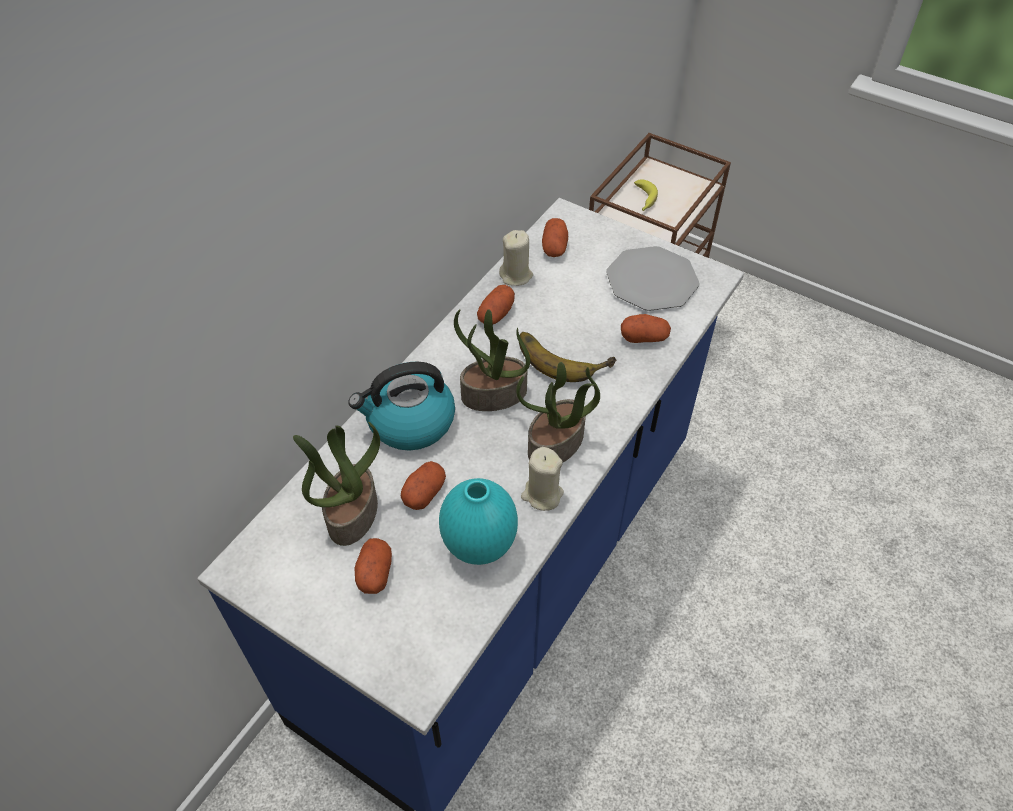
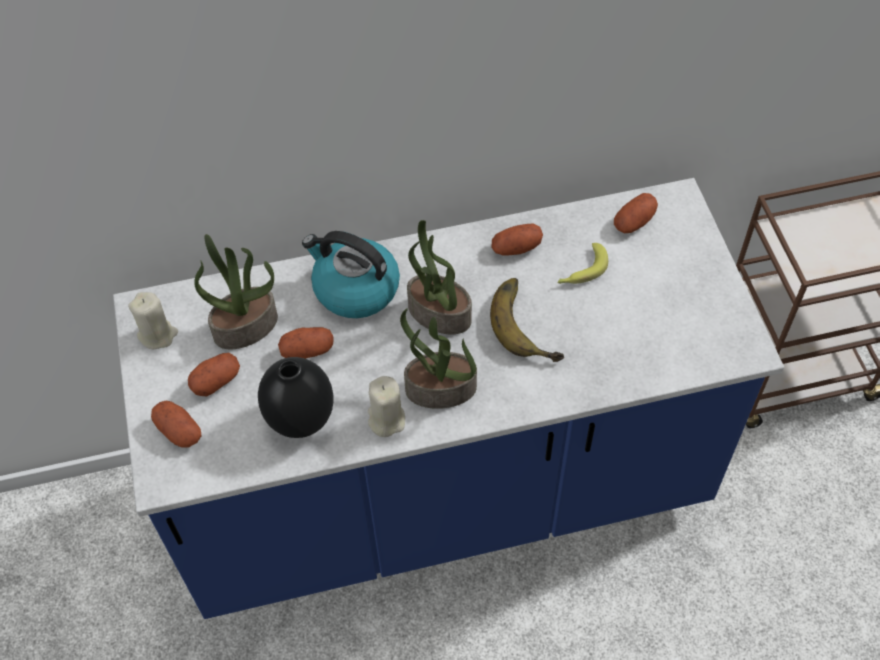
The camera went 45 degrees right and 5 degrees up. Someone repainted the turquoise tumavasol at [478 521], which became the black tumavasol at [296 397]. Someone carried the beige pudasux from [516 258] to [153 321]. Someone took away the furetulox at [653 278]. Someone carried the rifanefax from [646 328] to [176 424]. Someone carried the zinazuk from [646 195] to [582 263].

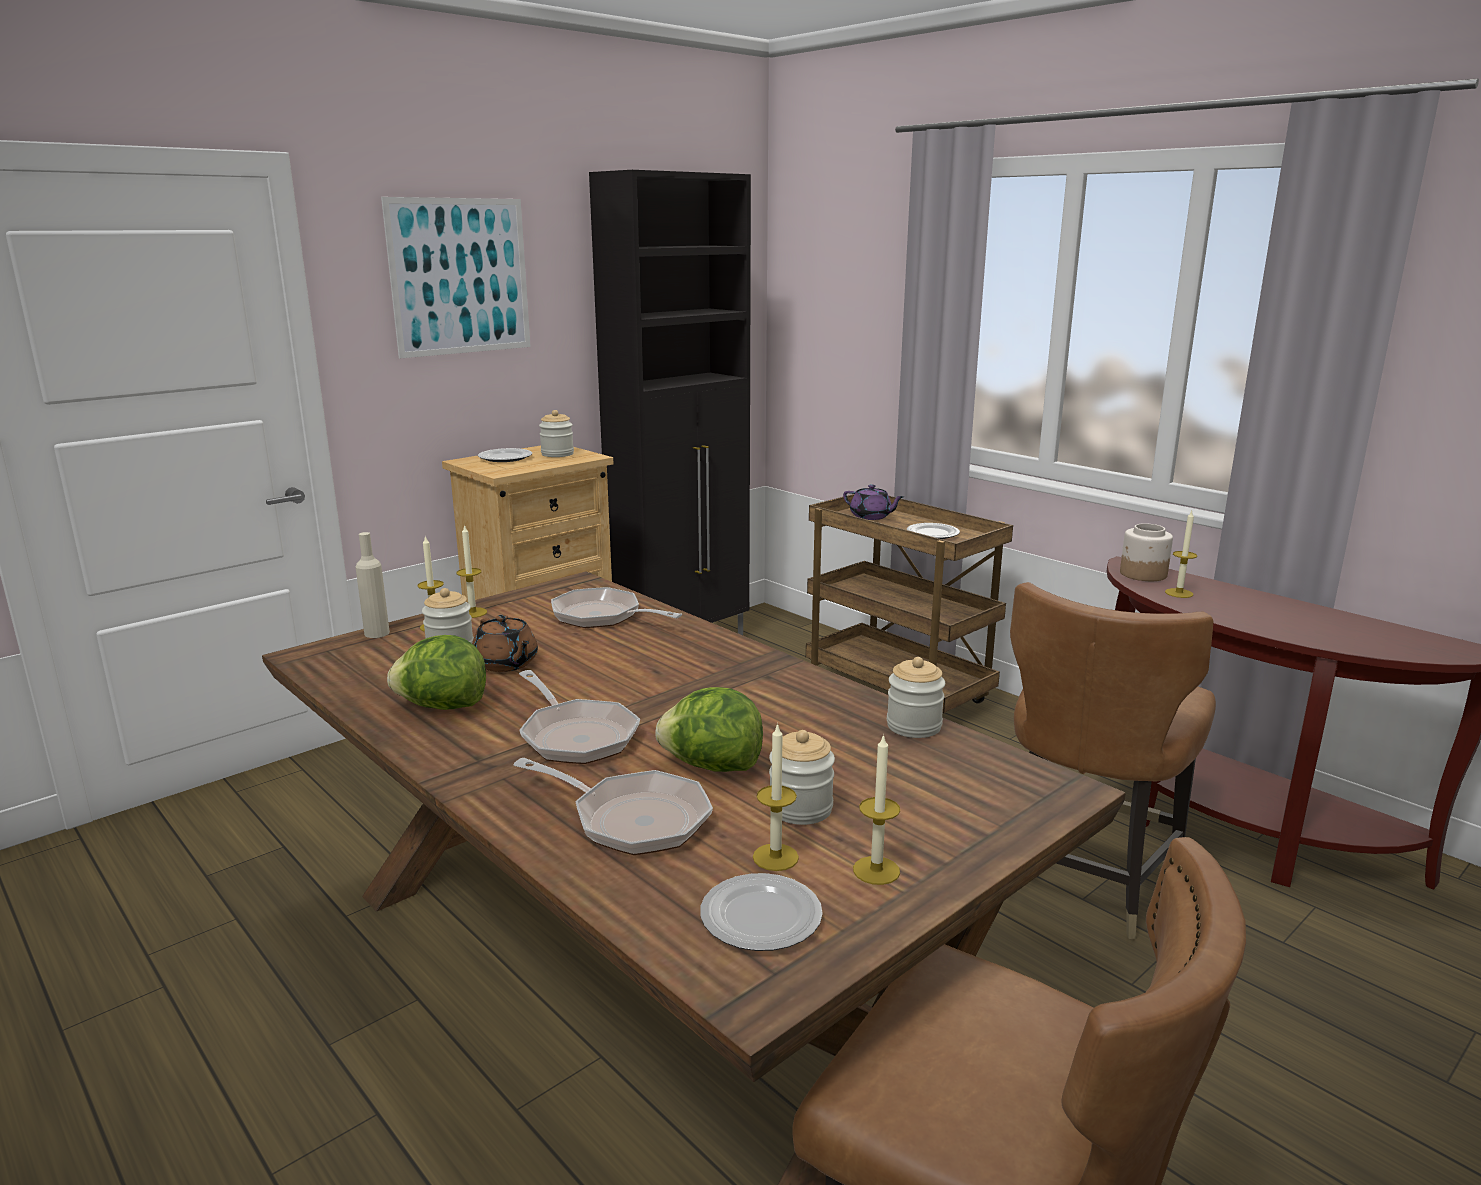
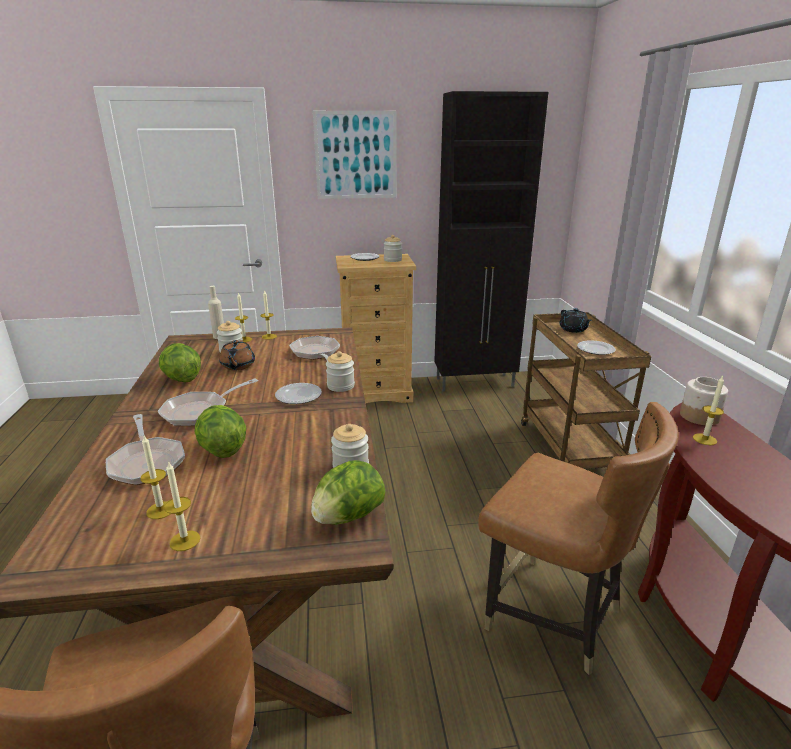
The camera went 35 degrees right and 5 degrees up. Someone rotated the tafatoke at [579 717] by 45 degrees clockwise. Someone carried the furetulox from [761 912] to [298 393]. Someone carried the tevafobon from [802 777] to [340 371]. Someone repainted the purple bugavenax at [873 502], which became the black bugavenax at [575 320]. Someone rotated the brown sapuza at [1111 761] by 120 degrees counterclockwise. Someone put down the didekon at [348 492].

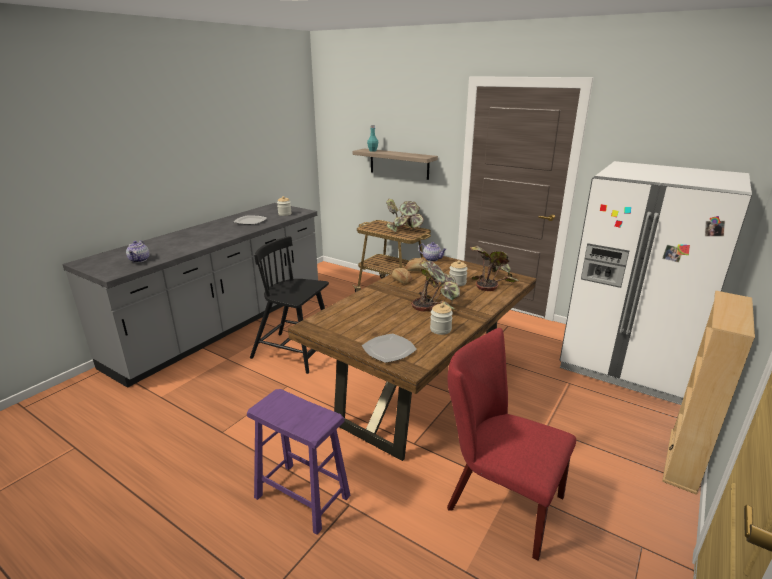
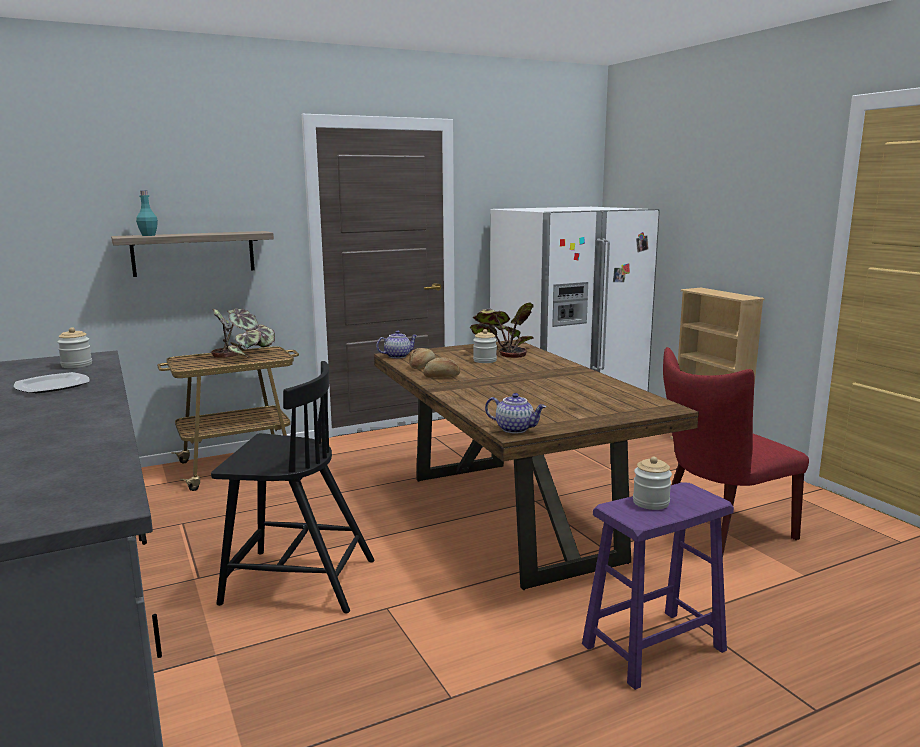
The camera went 60 degrees left and 10 degrees down. Someone carried the bugavenax from [137 251] to [515 413]. Someone rotated the black sapuza at [289 305] by 135 degrees counterclockwise. Someone took away the furetulox at [389 348]. Someone took away the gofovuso at [435 286]. Someone carried the tevafobon from [441 319] to [652 483].

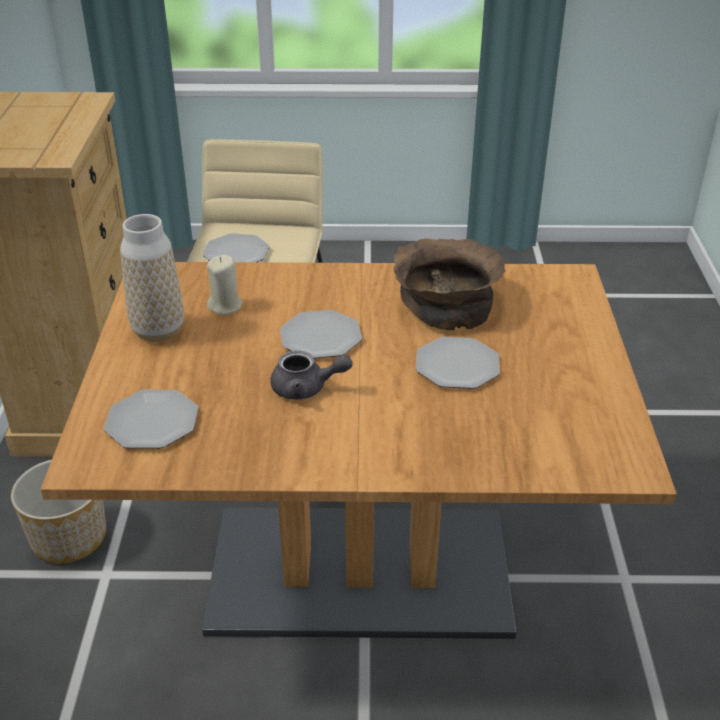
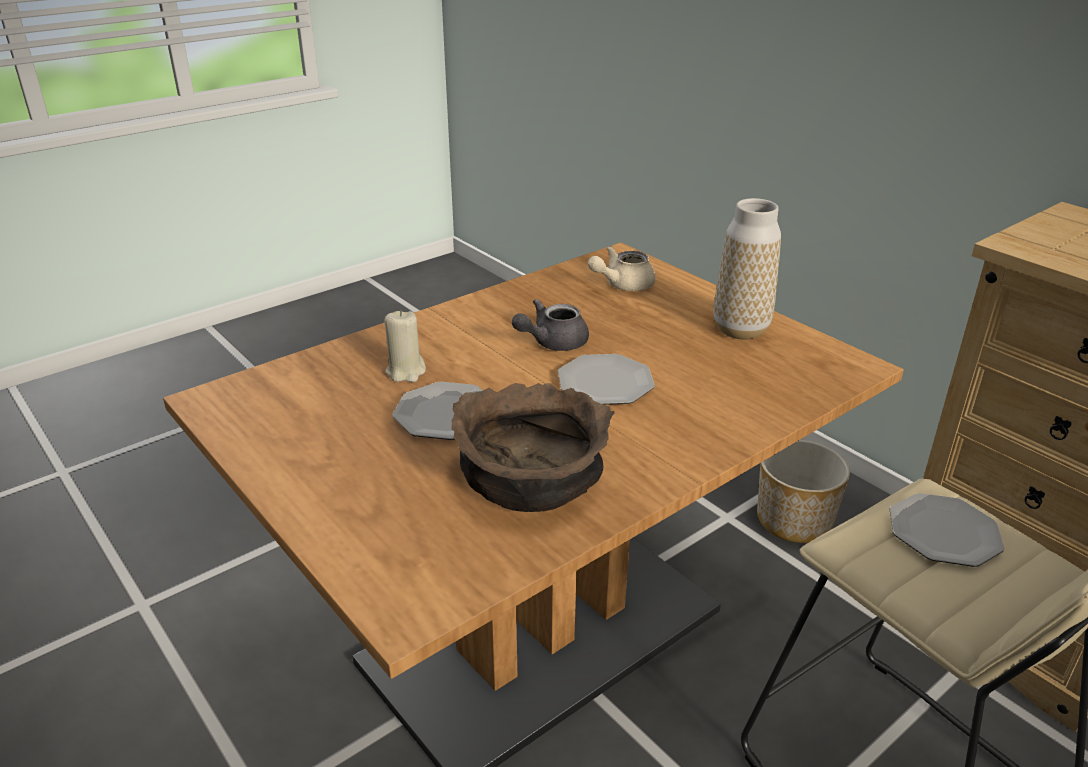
The camera went 140 degrees right and 5 degrees down. Someone swapped the furetulox at [151 419] for the beige bugavenax at [622 268]. Someone carried the beige pudasux from [225 285] to [405 346].

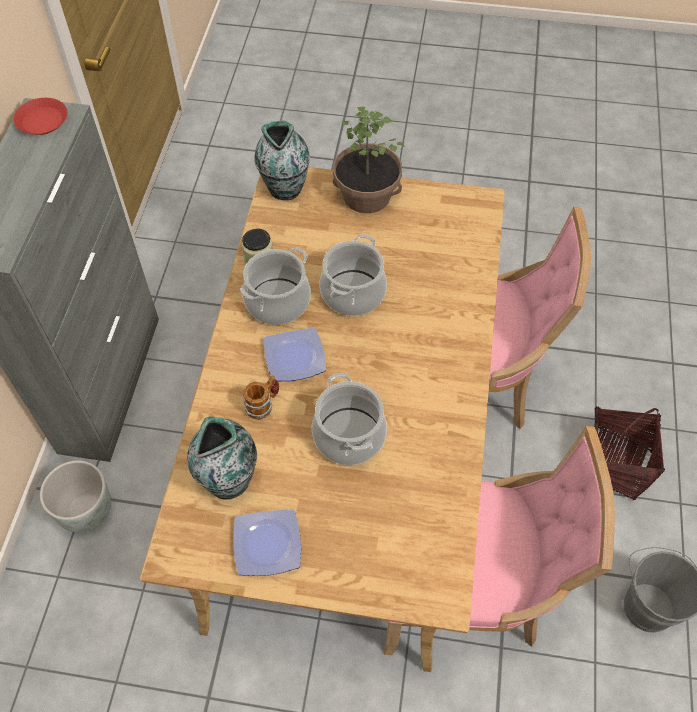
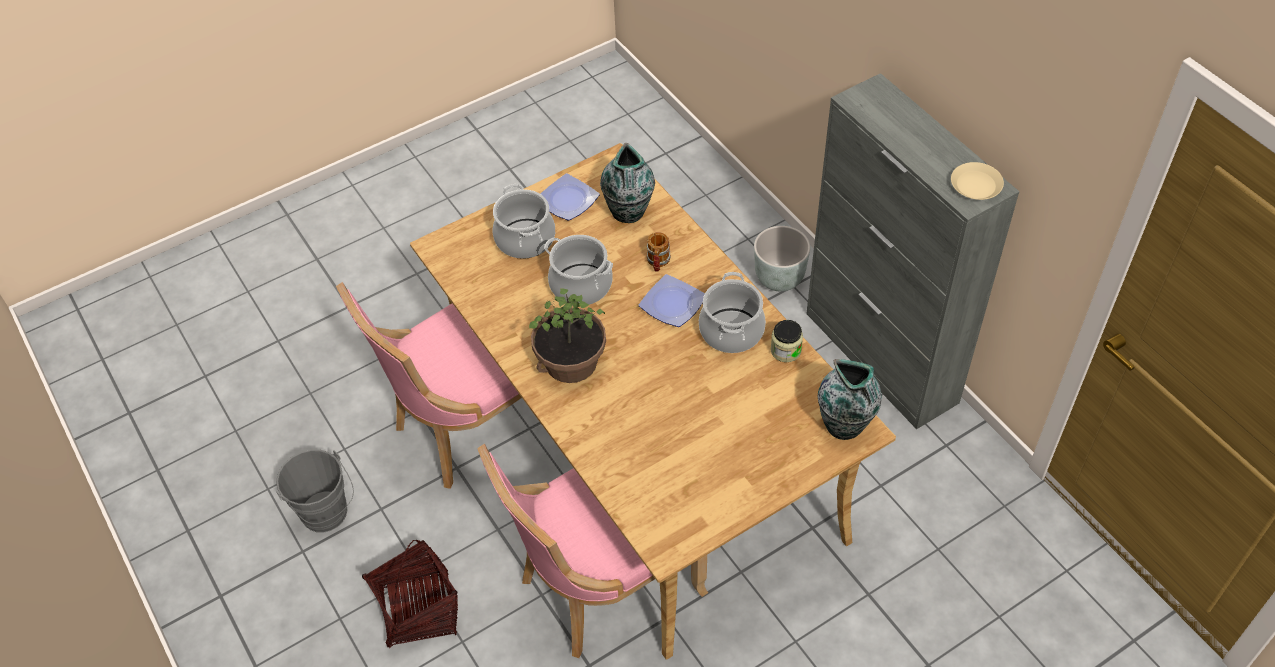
The camera went 140 degrees right and 5 degrees down. Someone repainted the red furetulox at [40 116], which became the beige furetulox at [977 181]. Someone carried the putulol from [353 275] to [524 221]. Someone carried the gofovuso from [369 160] to [567 336].

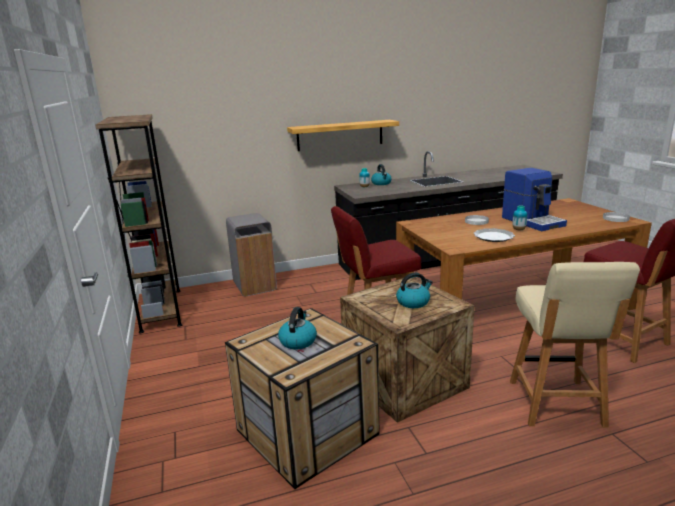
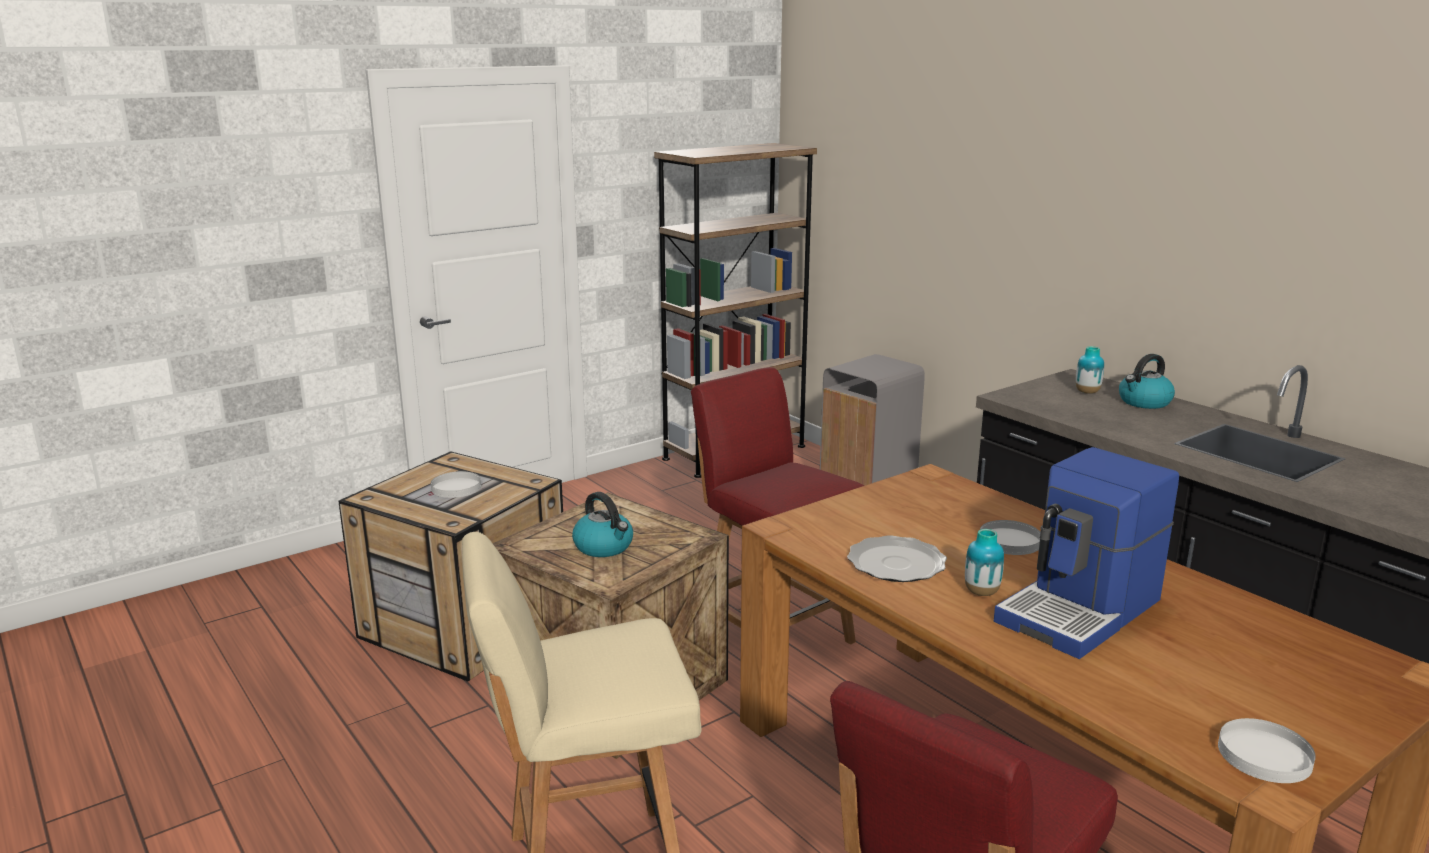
The camera went 70 degrees right and 0 degrees up. Someone swapped the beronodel at [297 328] for the white furetulox at [456 484]. Someone took away the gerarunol at [343 135].

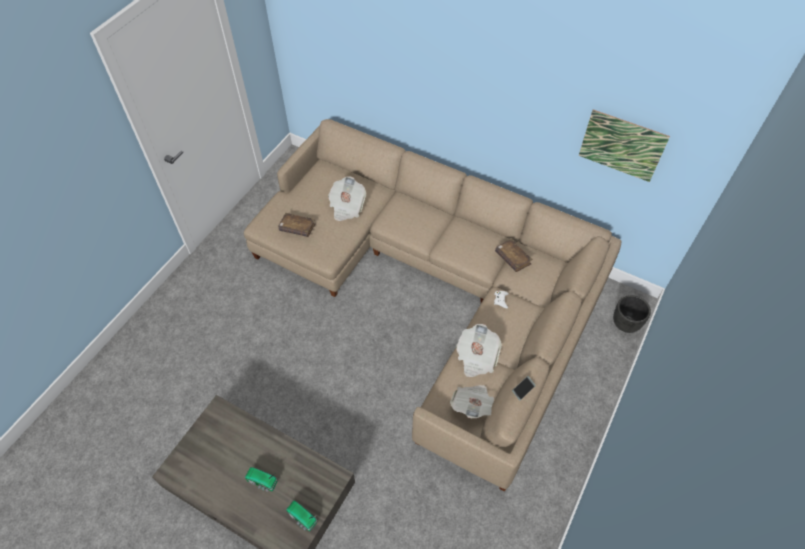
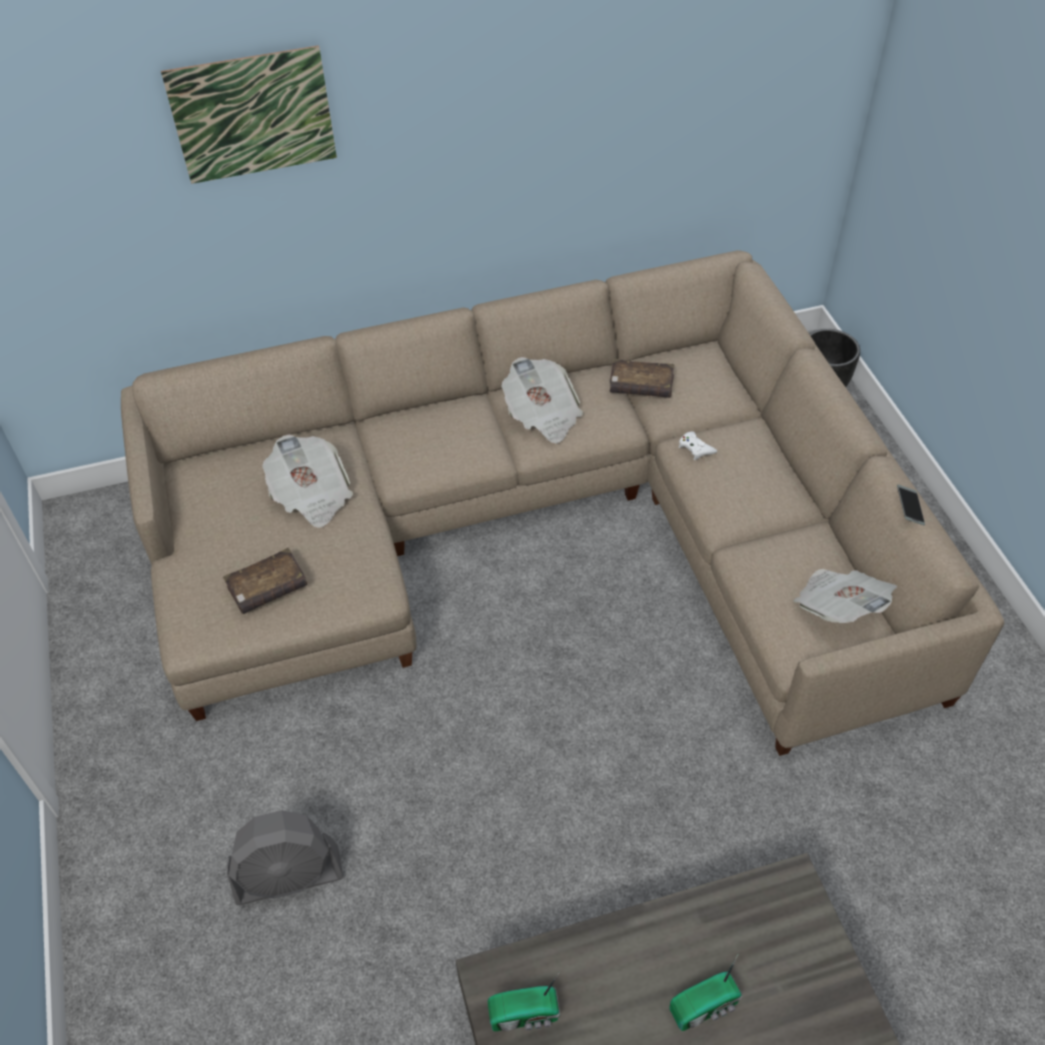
The camera went 45 degrees left and 5 degrees down. Someone carried the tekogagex from [301 516] to [524 1001]. Someone carried the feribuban from [479 350] to [542 400]. Someone carried the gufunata from [624 145] to [249 114]. Someone put down the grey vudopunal at [284 857].

